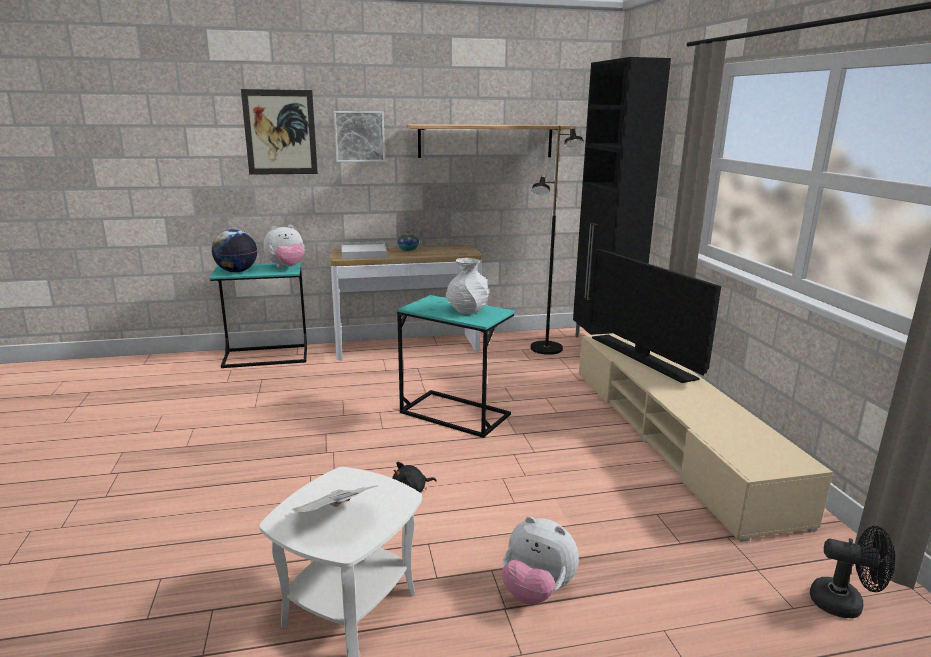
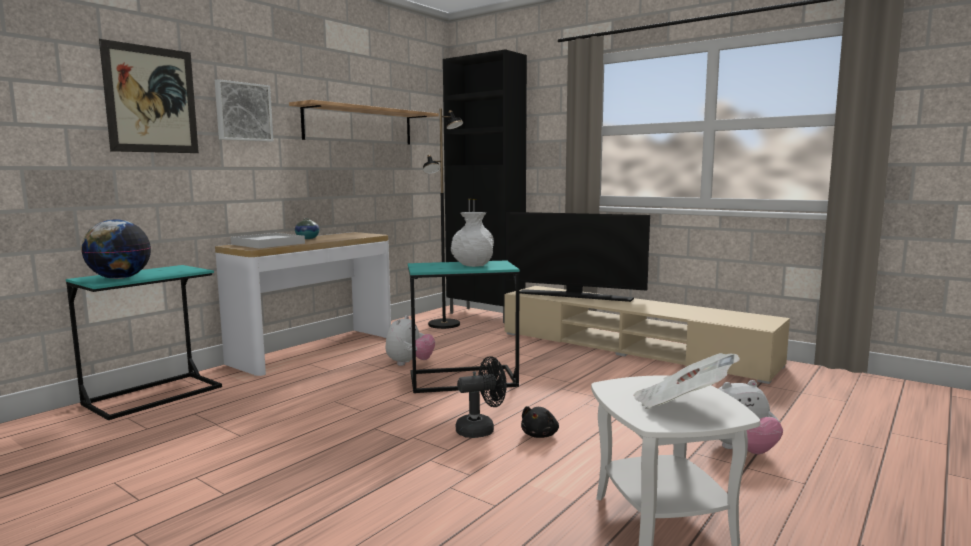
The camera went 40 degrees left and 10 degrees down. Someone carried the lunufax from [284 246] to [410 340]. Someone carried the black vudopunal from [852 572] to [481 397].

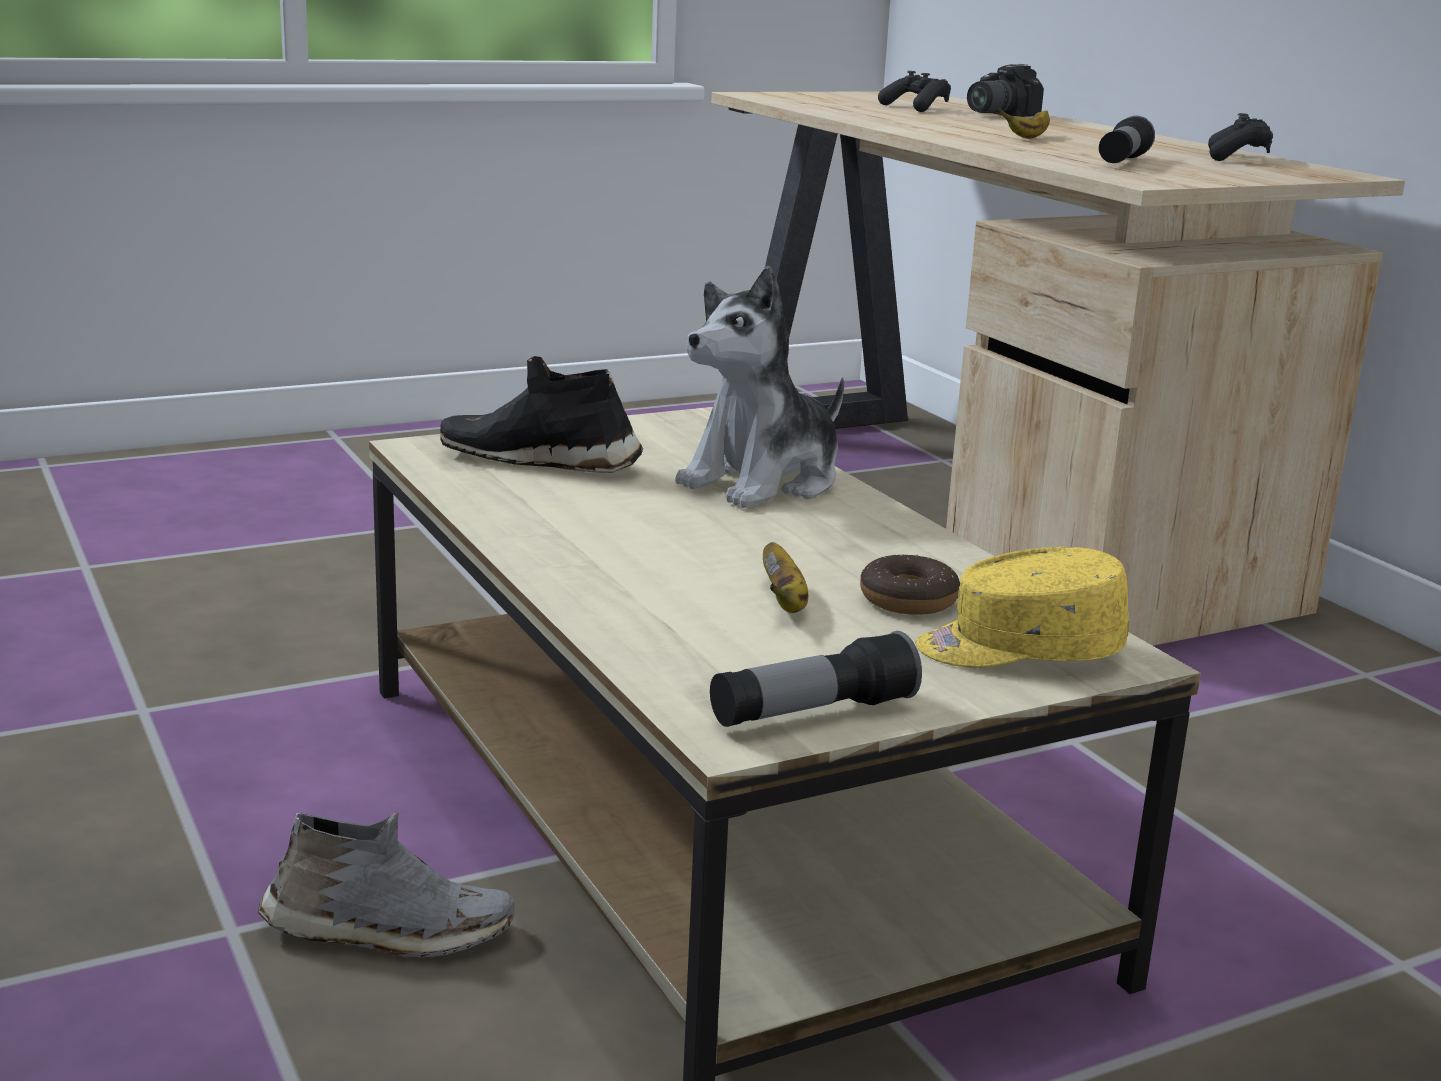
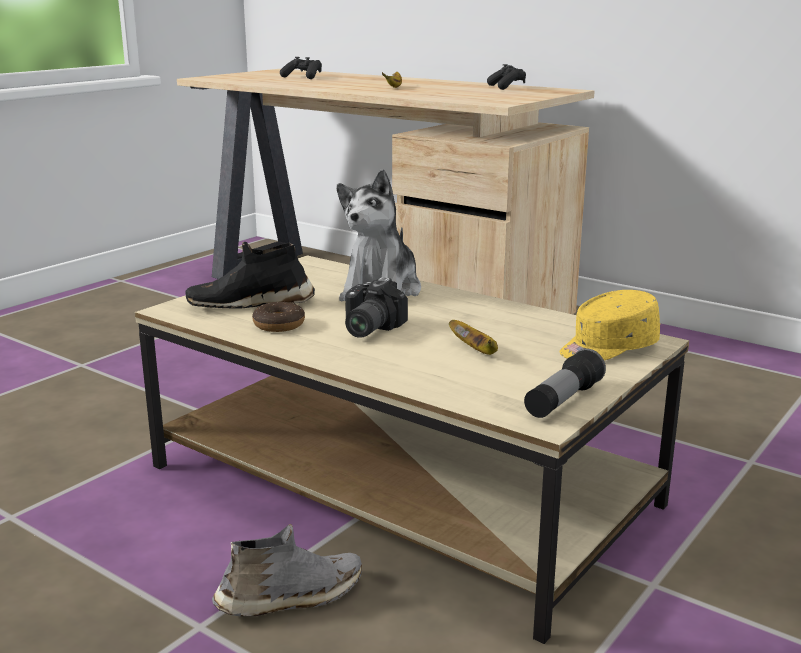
The camera went 25 degrees left and 0 degrees up. Someone carried the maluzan from [910 585] to [278 316]. Someone carried the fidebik from [1005 90] to [376 307]. Someone took away the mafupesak at [1127 139].

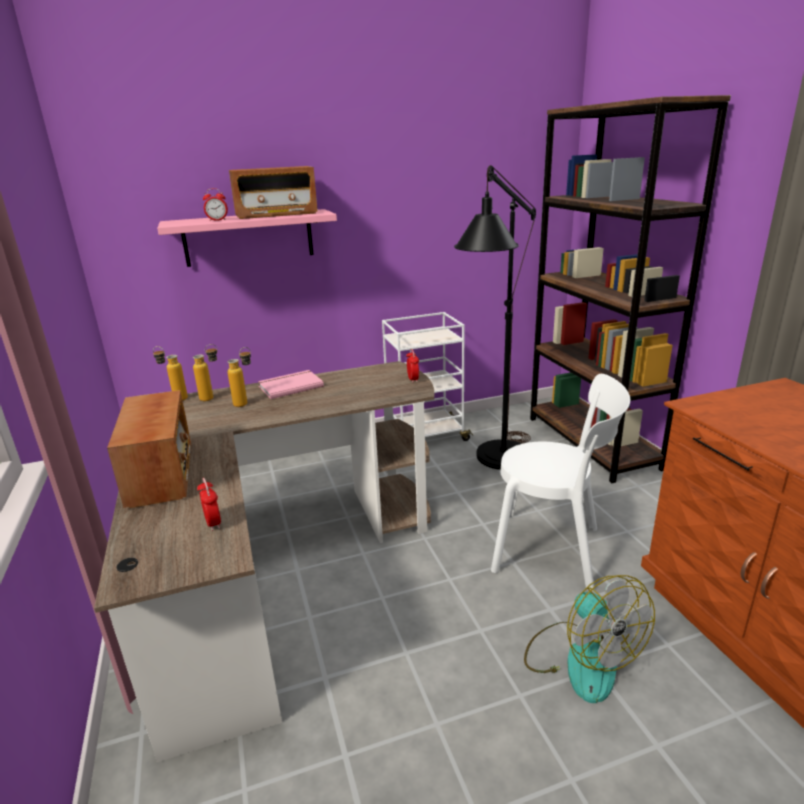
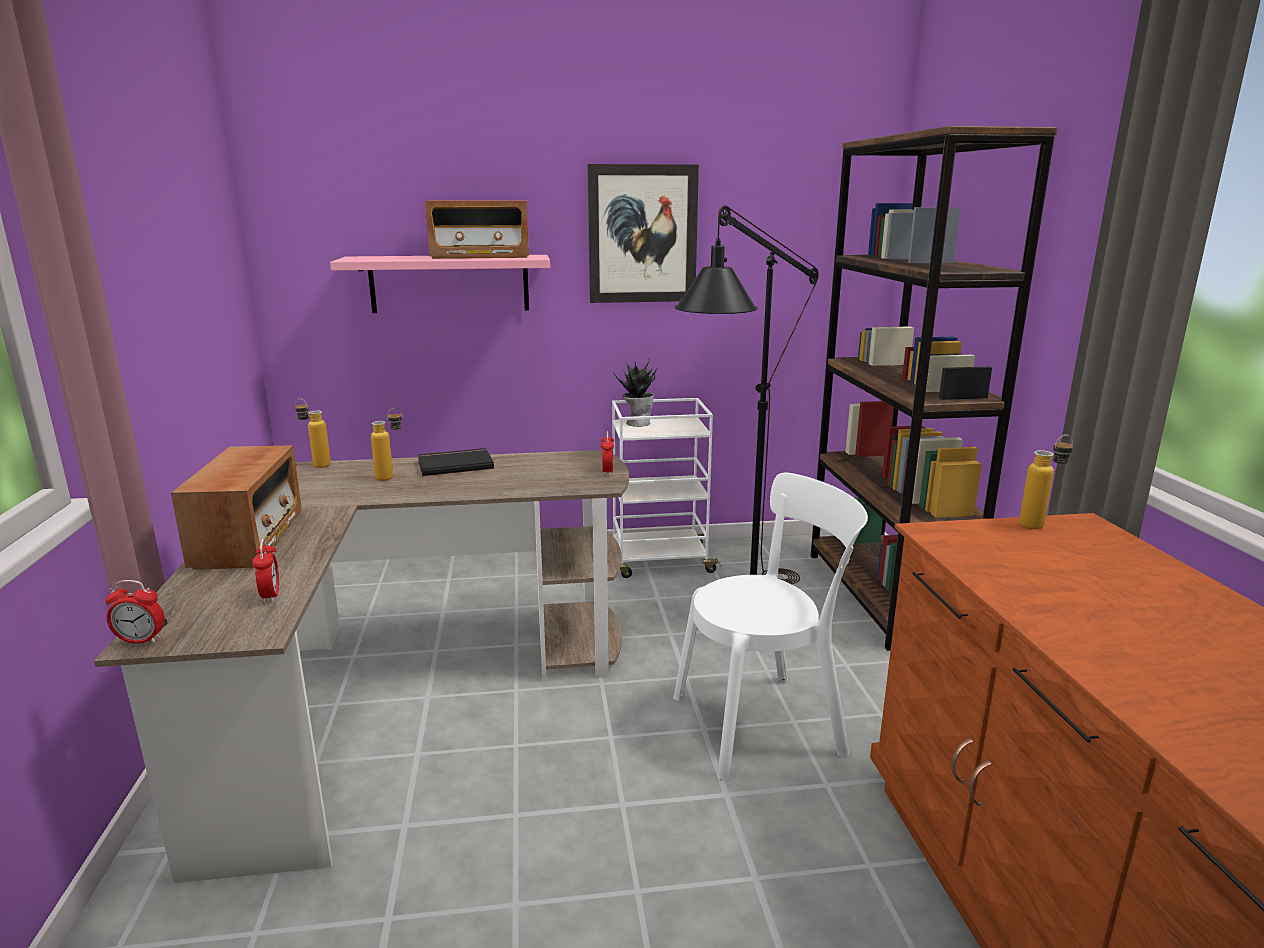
The camera went 10 degrees right and 5 degrees down. Someone carried the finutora from [205 372] to [1046 482]. Someone carried the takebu from [215 204] to [135 612]. Someone repainted the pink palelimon at [291 384], which became the black palelimon at [456 462]. Someone rotated the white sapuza at [560 483] by 45 degrees counterclockwise. Someone took away the vudopunal at [589 639]. Someone put up the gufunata at [643 233]. Someone put down the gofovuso at [635 392].

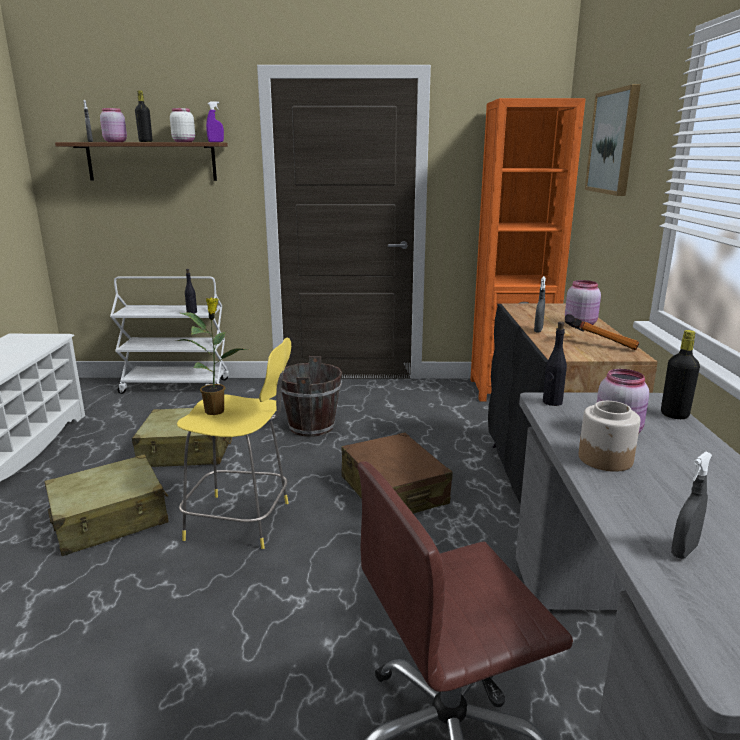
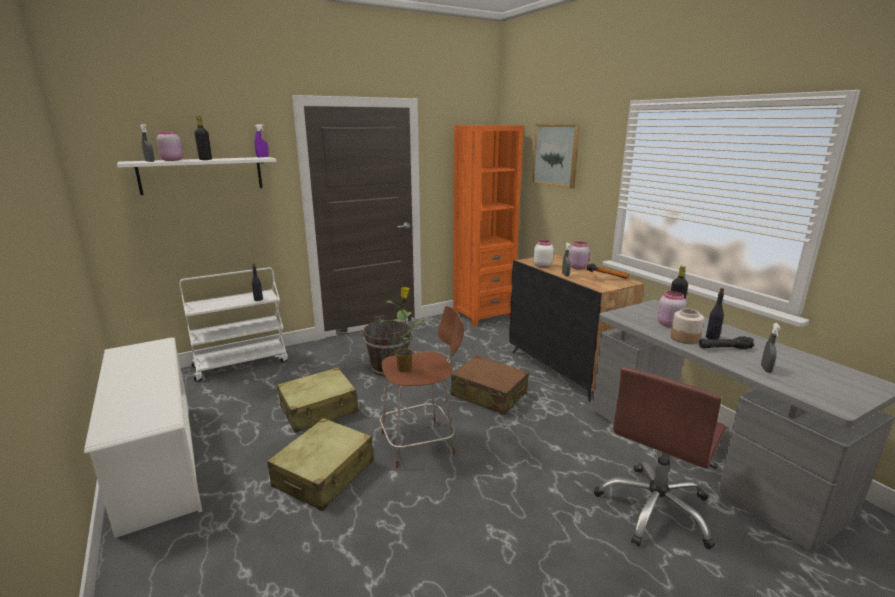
The camera went 30 degrees left and 0 degrees up. Someone repainted the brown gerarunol at [141 161], which became the white gerarunol at [197 176]. Someone carried the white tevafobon from [182 125] to [544 254]. Someone repainted the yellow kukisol at [234 443], which became the brown kukisol at [421 387]. Someone carried the black finutora from [555 363] to [715 314]. Someone put down the black mafupesak at [726 342].

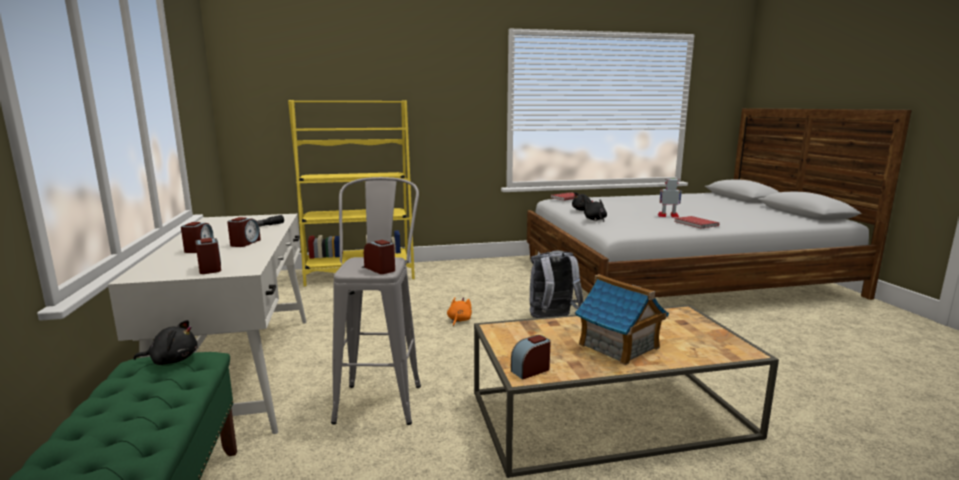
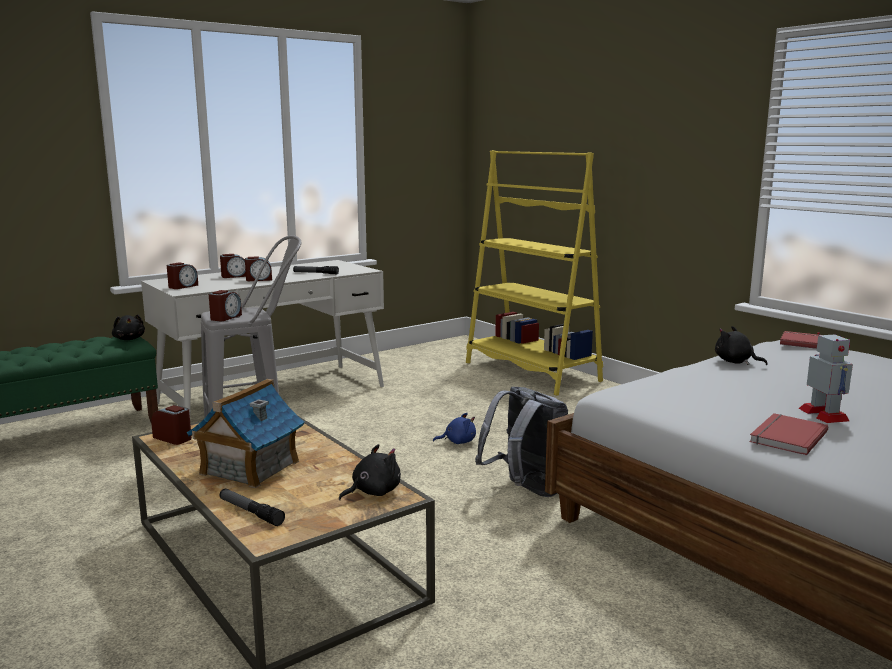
The camera went 65 degrees right and 0 degrees up. Someone repainted the orange lunufax at [459 311], which became the blue lunufax at [454 428]. Someone carried the black lunufax from [595 210] to [370 472]. Someone put down the mafupesak at [252 507].

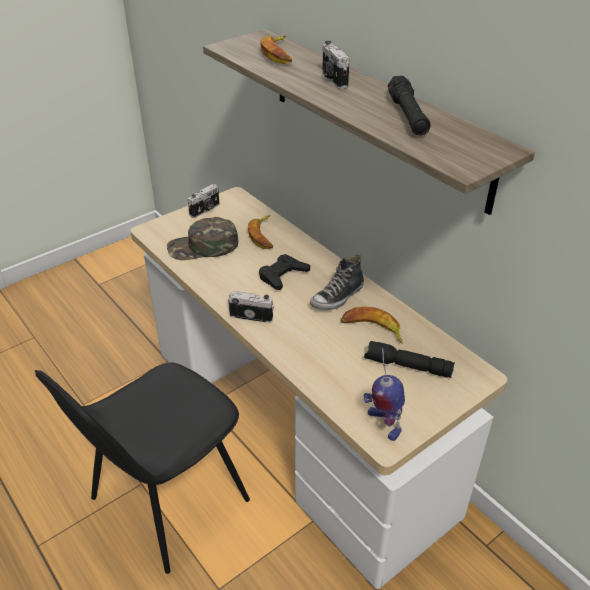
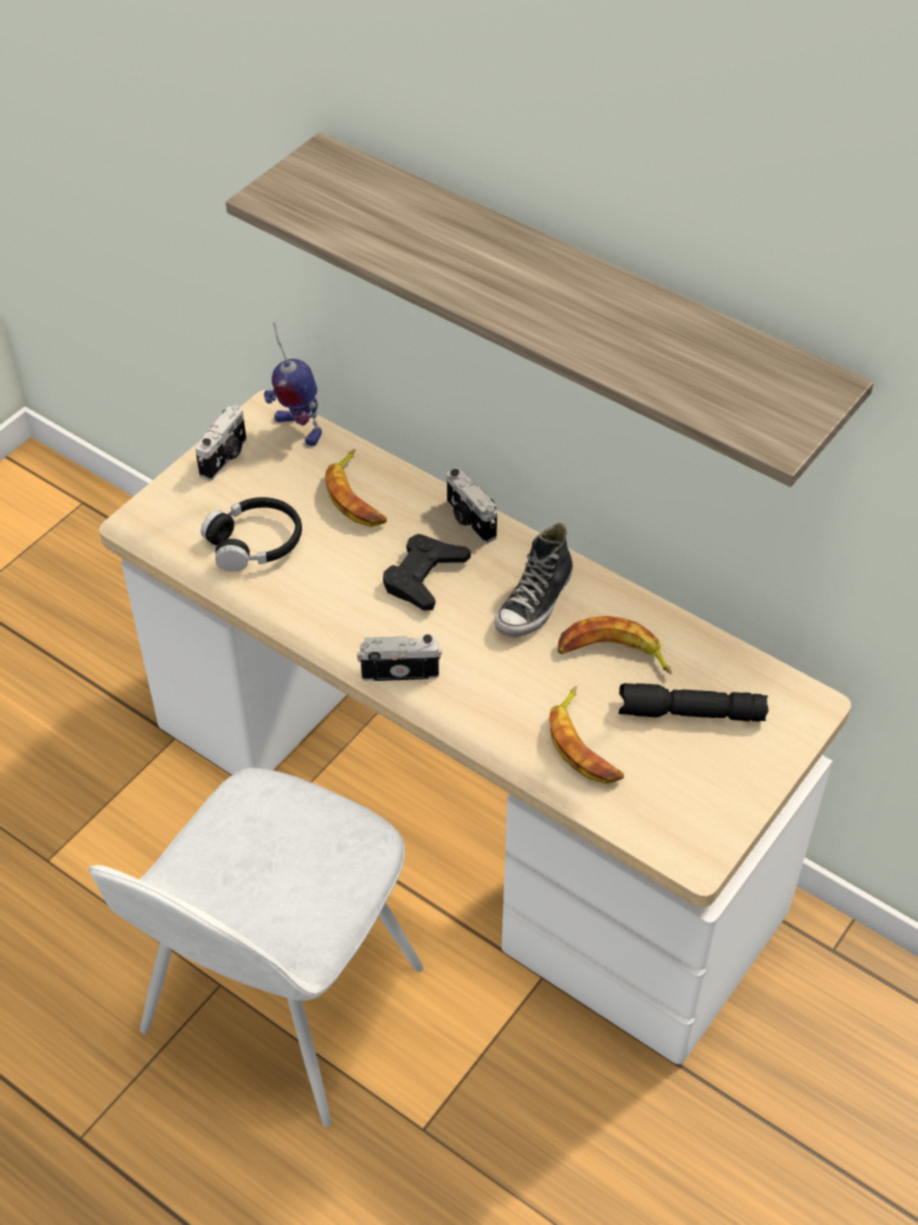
The camera went 15 degrees left and 10 degrees up. Someone repainted the black sapuza at [142 468], which became the white sapuza at [256 947]. Someone swapped the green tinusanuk at [202 238] for the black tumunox at [251 534]. Someone carried the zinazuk from [276 50] to [586 735]. Someone carried the fidebik from [335 65] to [472 505]. Someone carried the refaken from [384 394] to [293 384]. Someone took away the black mafupesak at [409 106].

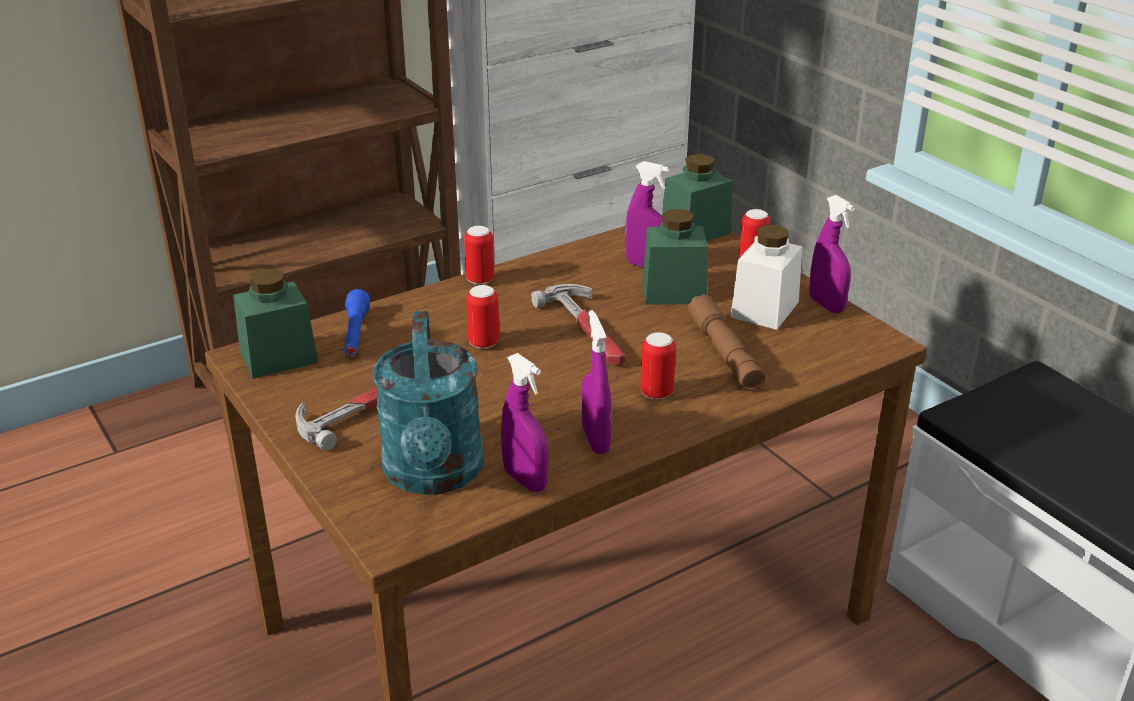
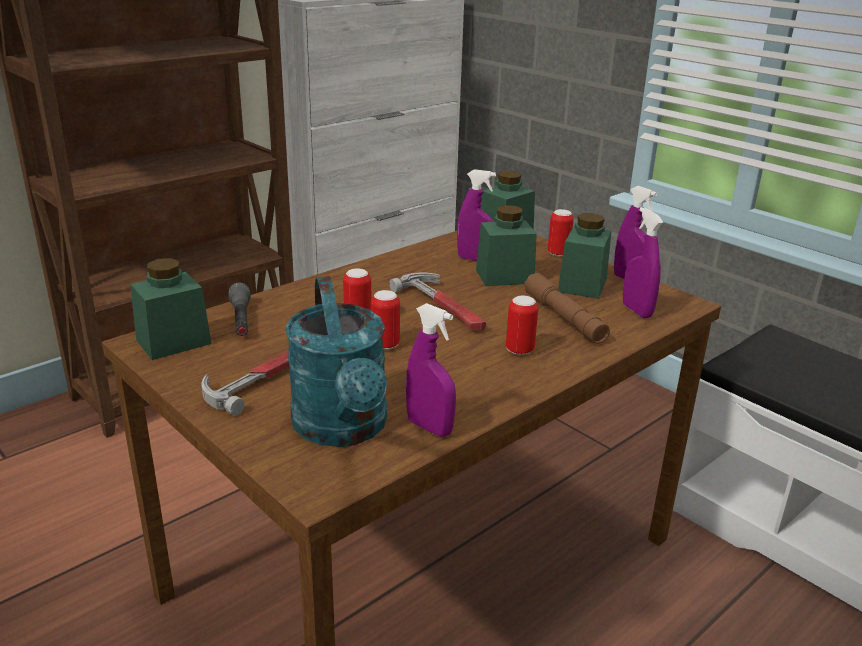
The camera went 10 degrees left and 5 degrees down. Someone repainted the blue mafupesak at [357 322], which became the grey mafupesak at [239 309]. Someone carried the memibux from [479 255] to [385 320]. Someone carried the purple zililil from [596 382] to [643 262]. Someone repainted the white tevafobon at [767 277], which became the green tevafobon at [584 256].

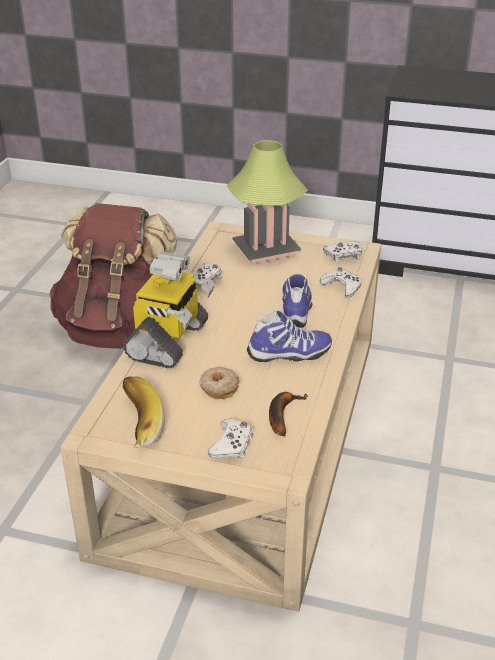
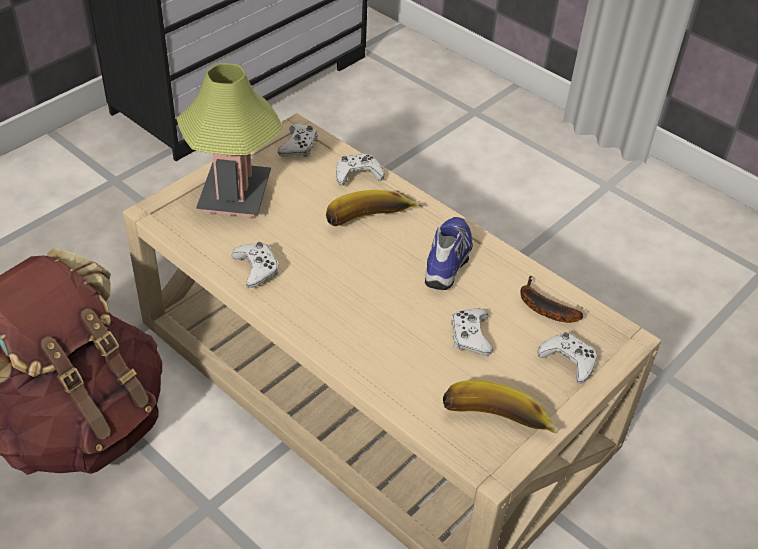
The camera went 65 degrees left and 10 degrees up. Someone took away the refaken at [169 310]. Someone swapped the maluzan at [219 383] for the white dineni at [472 332]. Someone swapped the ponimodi at [297 301] for the zinazuk at [373 208].

